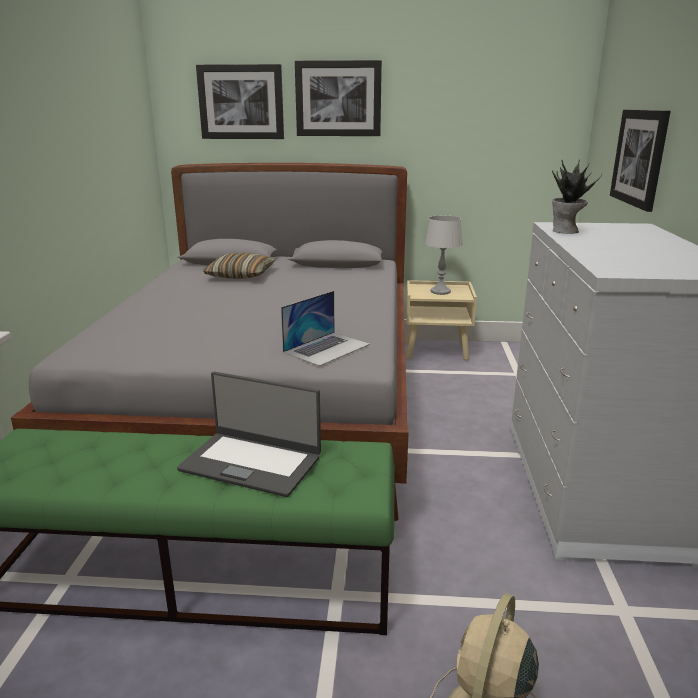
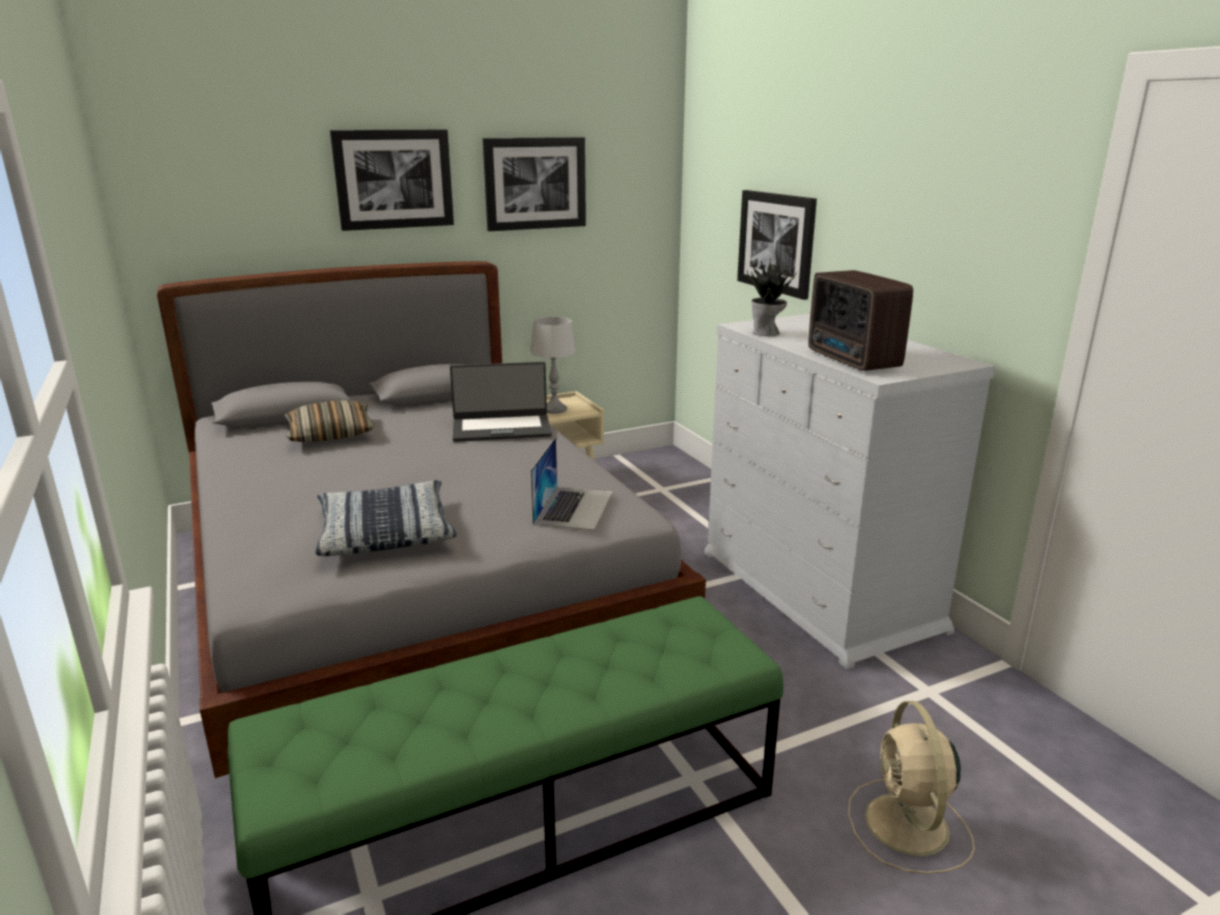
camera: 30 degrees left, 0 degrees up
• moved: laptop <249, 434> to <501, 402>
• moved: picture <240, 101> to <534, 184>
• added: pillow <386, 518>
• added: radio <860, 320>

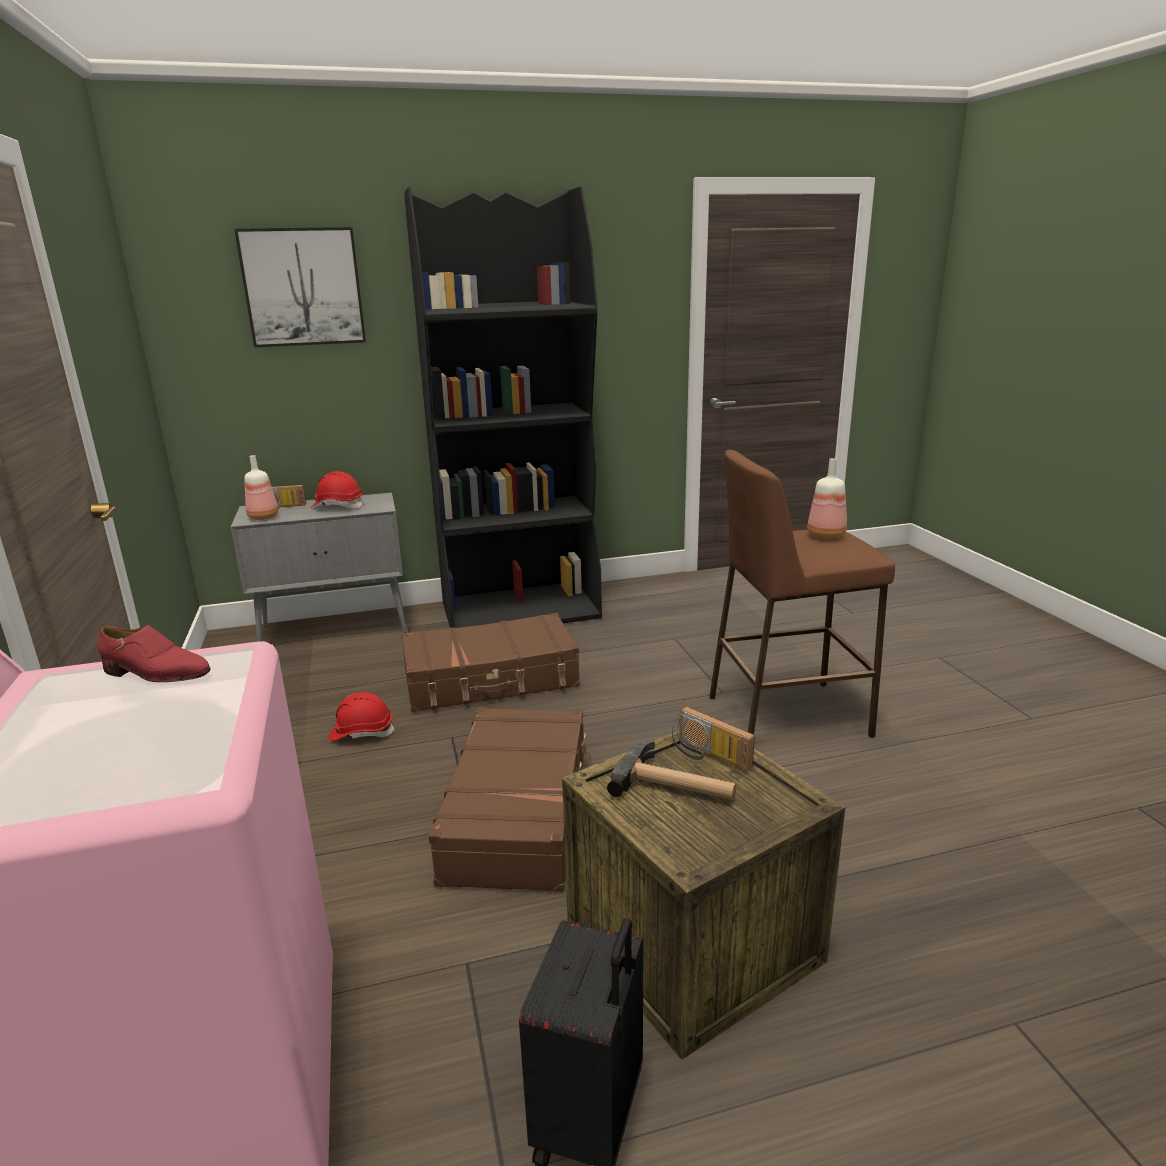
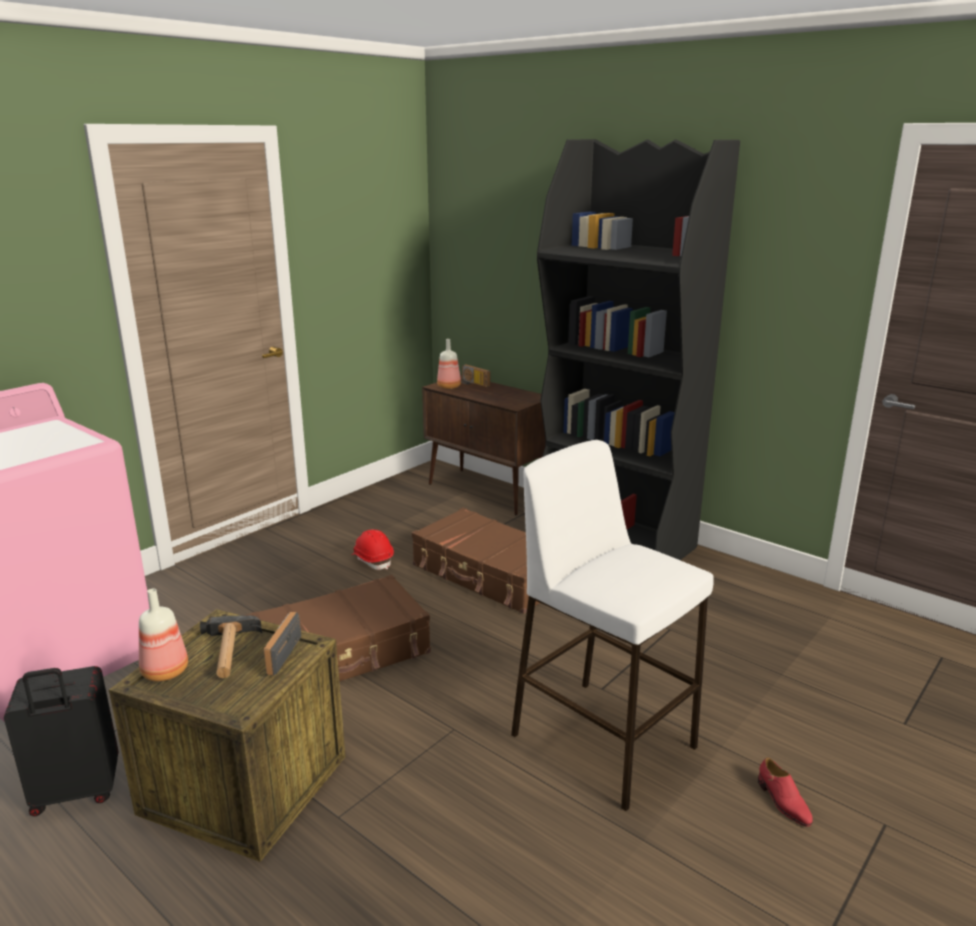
camera: 55 degrees right, 0 degrees up
• moved: shoe/red <154, 653> to <785, 792>
• recoloured: cabinet/grey <319, 567> to cabinet/brown <484, 445>
• removed: picture <300, 287>
• removed: hard hat/red <337, 490>
• recoloured: stool/brown <802, 594> to stool/white <612, 625>
• moved: bottle <827, 498> to <163, 634>

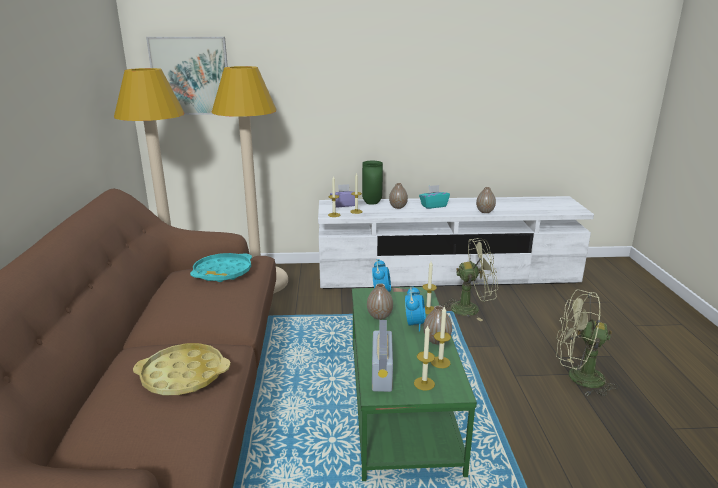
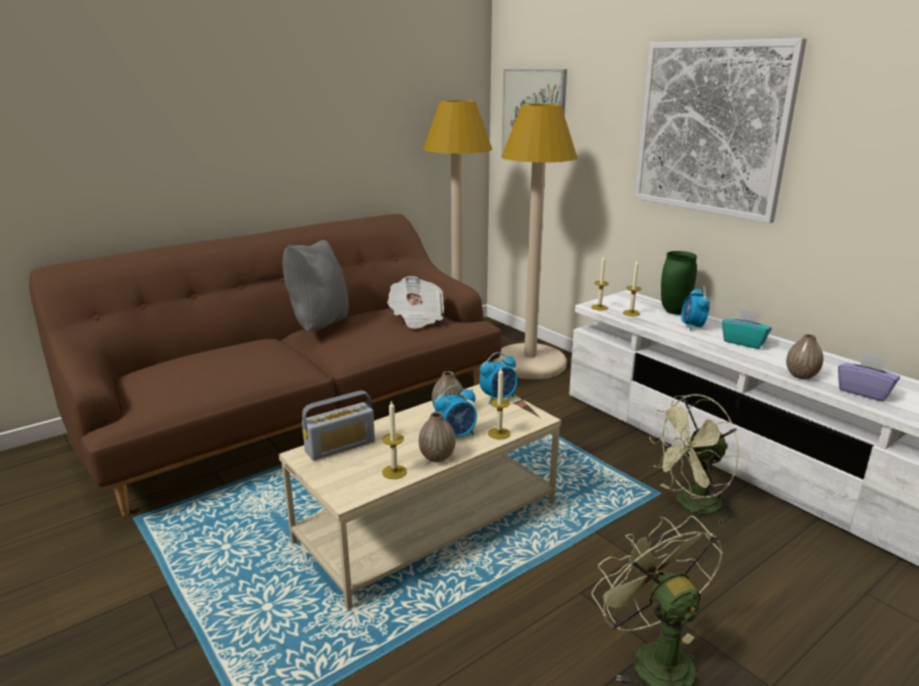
camera: 55 degrees right, 0 degrees up
• removed: tray/yellow <182, 369>
• replaced: tray/turquoise <221, 267> to newspaper <415, 302>
• moved: tissue box/purple <344, 195> to <869, 377>
• recoloured: coffee table/green <414, 384> to coffee table/beige <420, 497>
• replaced: vase <398, 196> to alarm clock <695, 309>
• removed: candle <424, 357>
• turned: fan/green <469, 279> = <694, 459> 105 degrees clockwise
• added: pillow/grey <316, 286>
• added: picture <720, 130>

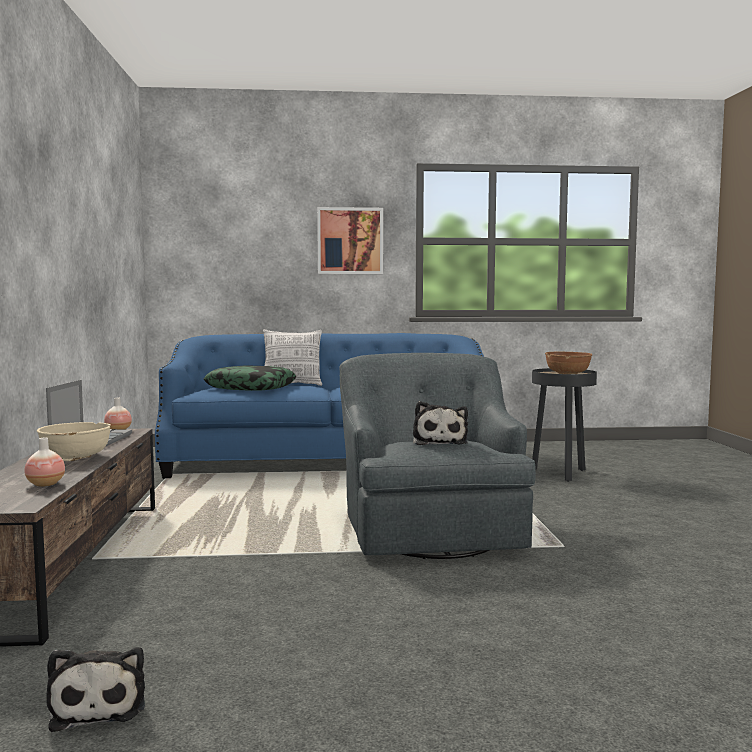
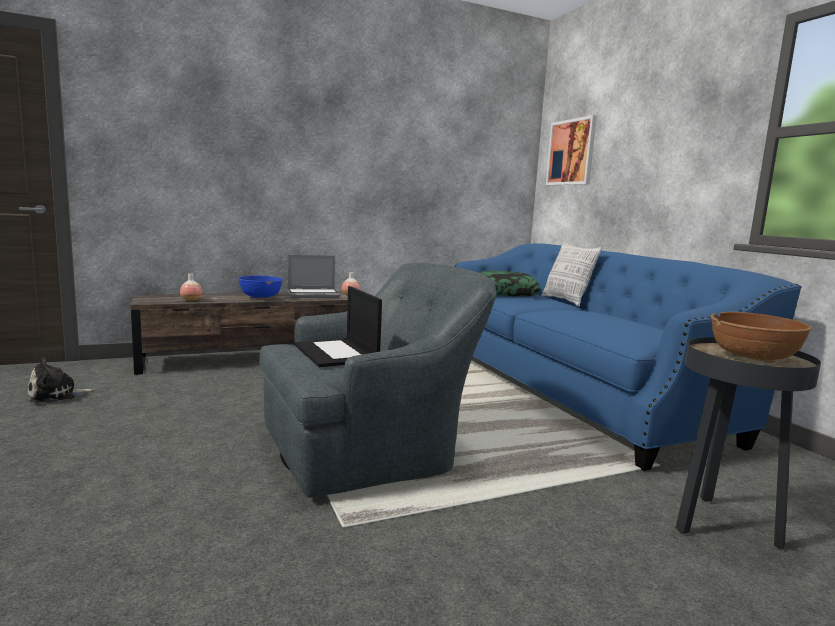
camera: 70 degrees right, 5 degrees up
• recoloured: bowl/beige <74, 441> to bowl/blue <260, 287>
• moved: picture <350, 240> to <571, 150>
• replaced: plush toy <440, 423> to laptop <338, 326>

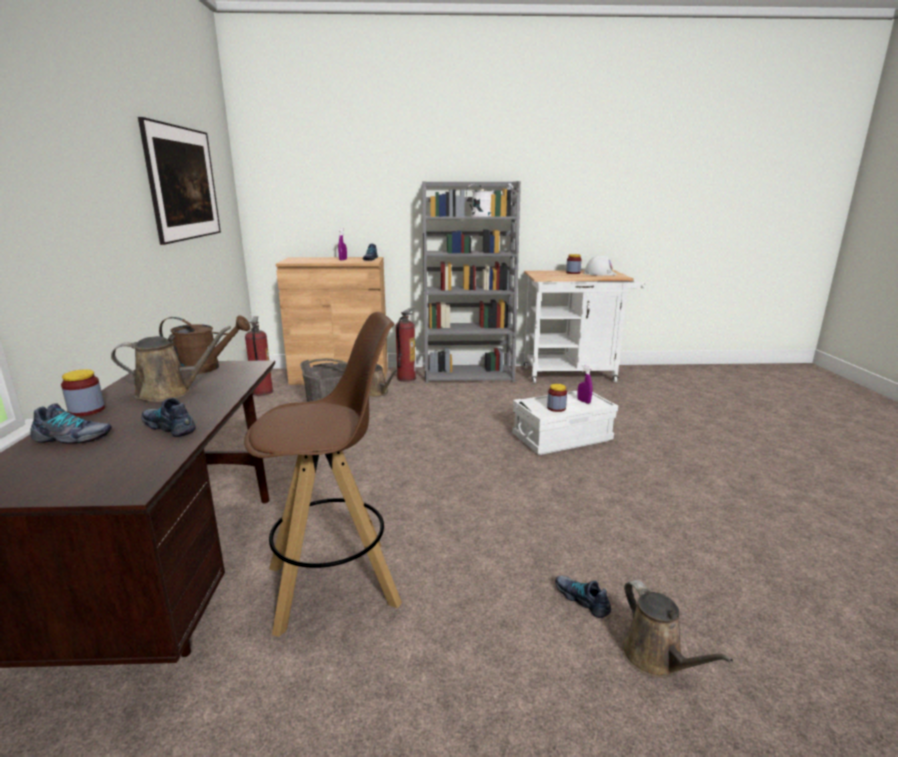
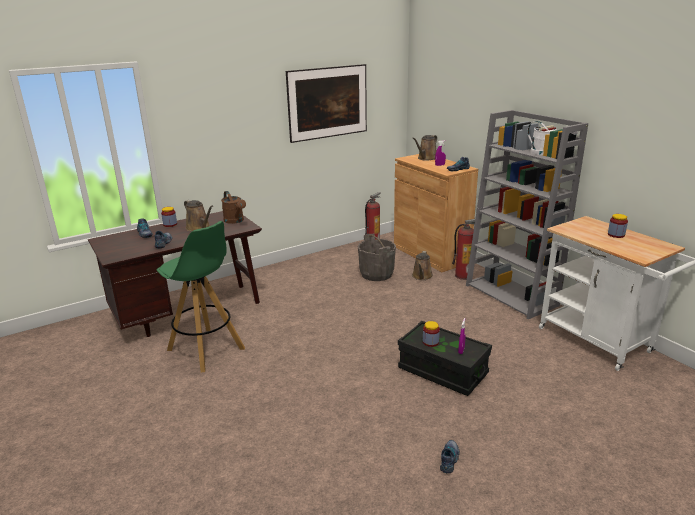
camera: 60 degrees right, 5 degrees up
• recoloured: stool/brown <323, 474> to stool/green <201, 296>
• recoloured: storage box/white <565, 422> to storage box/black <445, 358>
• moved: shoe <583, 597> to <450, 456>
• removed: hard hat/white <600, 265>
• moved: watering can/brown <677, 629> to <425, 148>

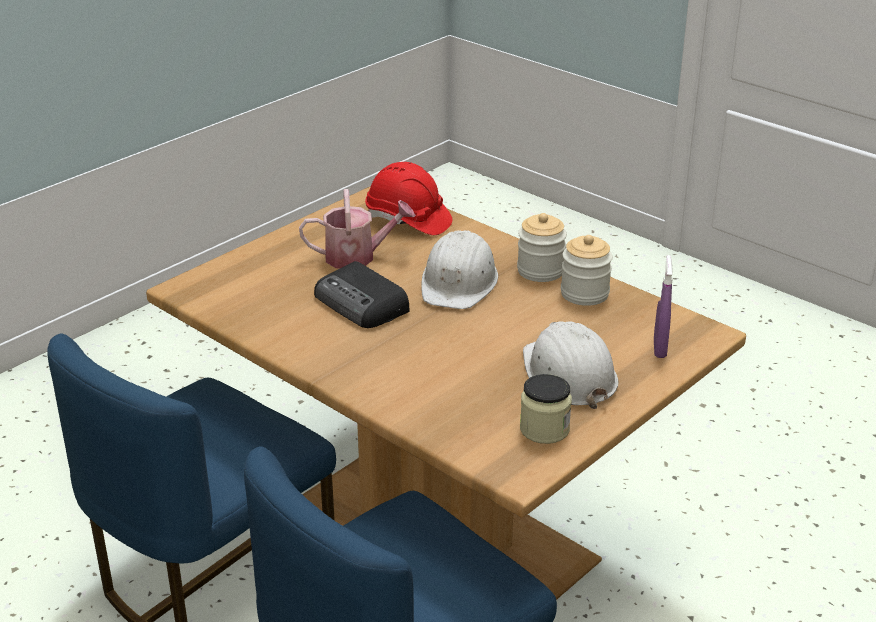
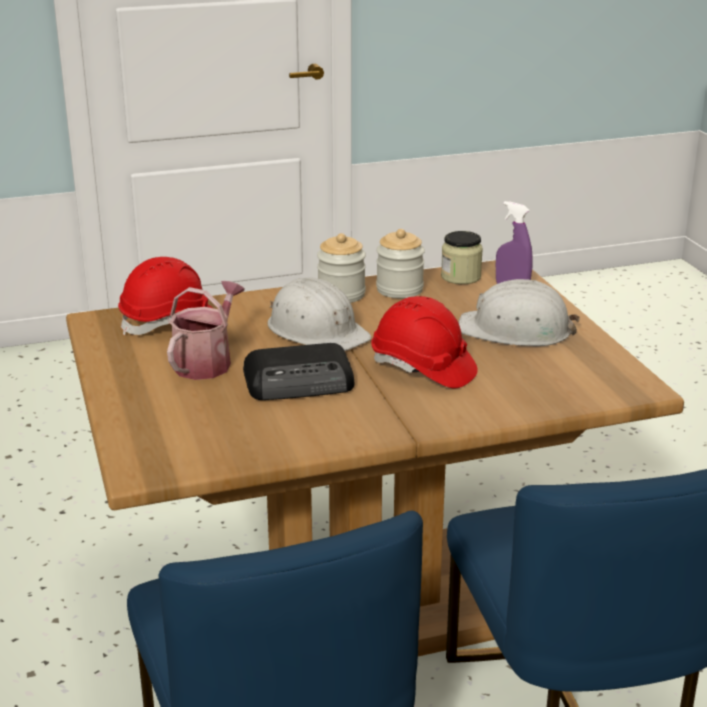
camera: 60 degrees left, 5 degrees down
• moved: jar <546, 409> to <462, 257>
• added: hard hat/red <424, 342>

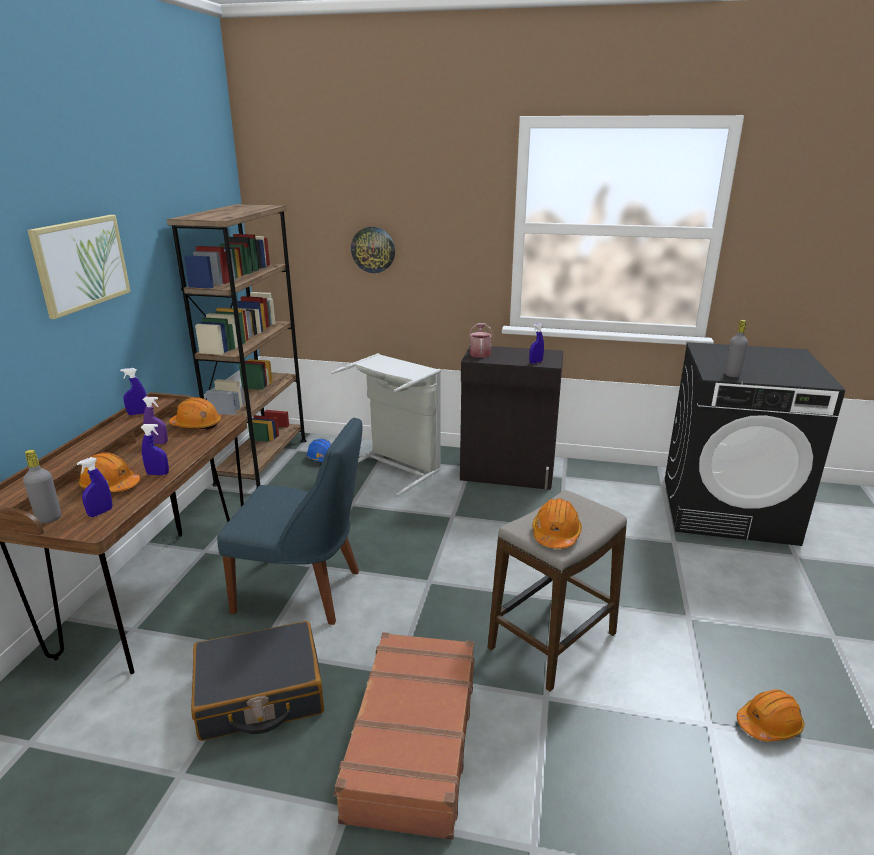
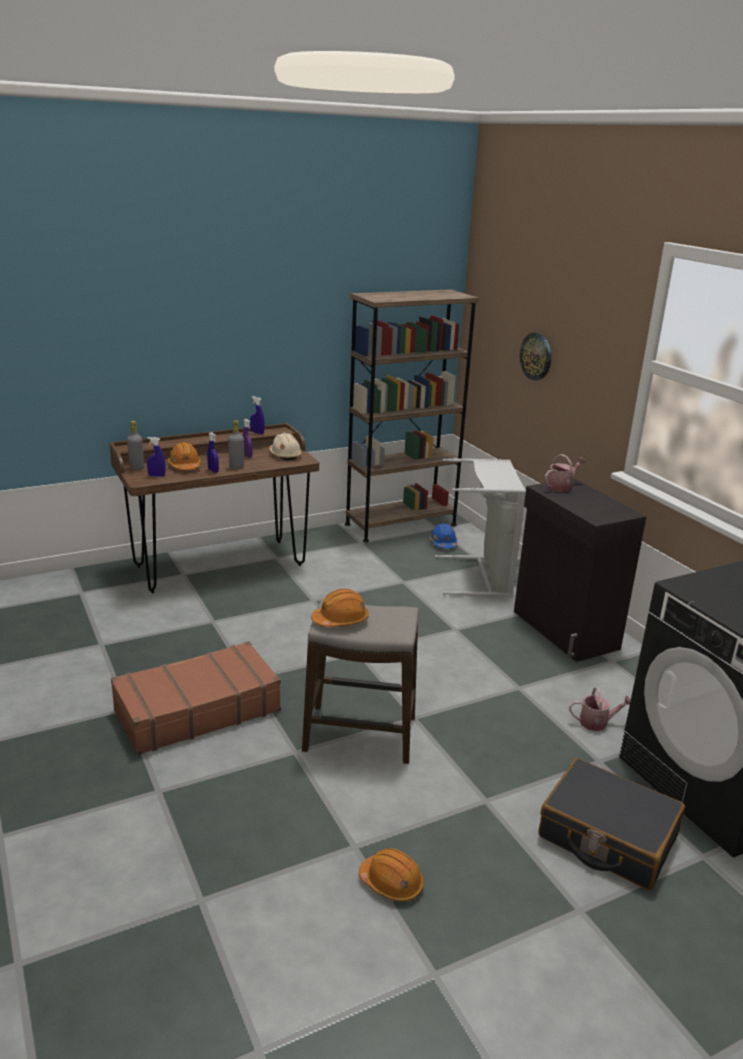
camera: 50 degrees right, 0 degrees up
• removed: picture <79, 267>
• recoloured: hard hat/orange <195, 413> to hard hat/beige <285, 446>
• moved: suitcase/black <257, 681> to <611, 824>
• removed: chair/blue <289, 521>
• removed: spray bottle/blue <536, 343>
• moved: bottle/grey <736, 348> to <236, 444>
• added: watering can <600, 709>

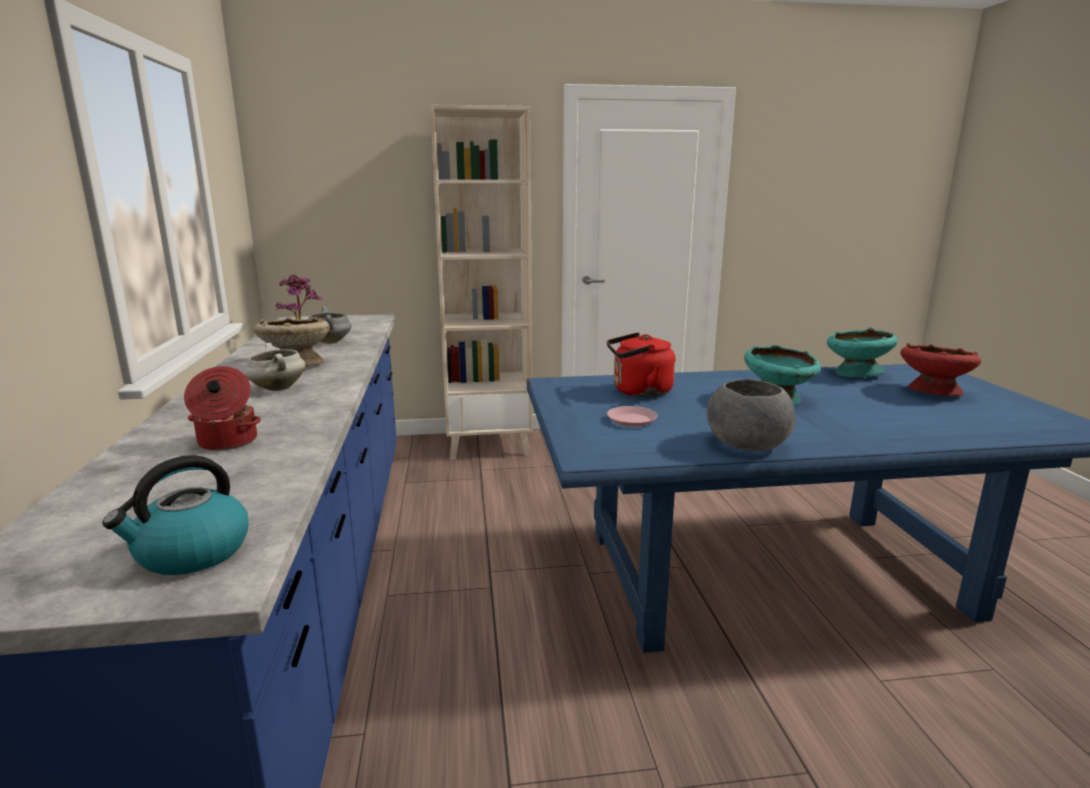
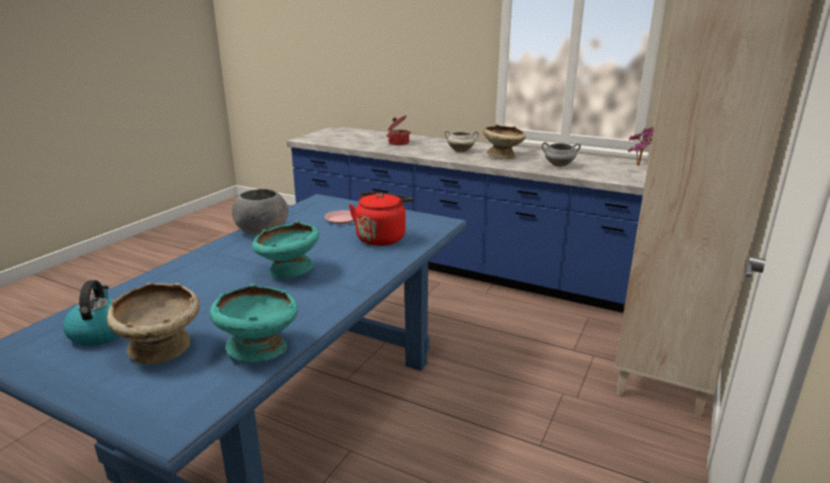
camera: 125 degrees right, 5 degrees up
• moved: kettle <175, 515> to <91, 313>
• recoloured: bowl/red <940, 369> to bowl/beige <153, 323>

